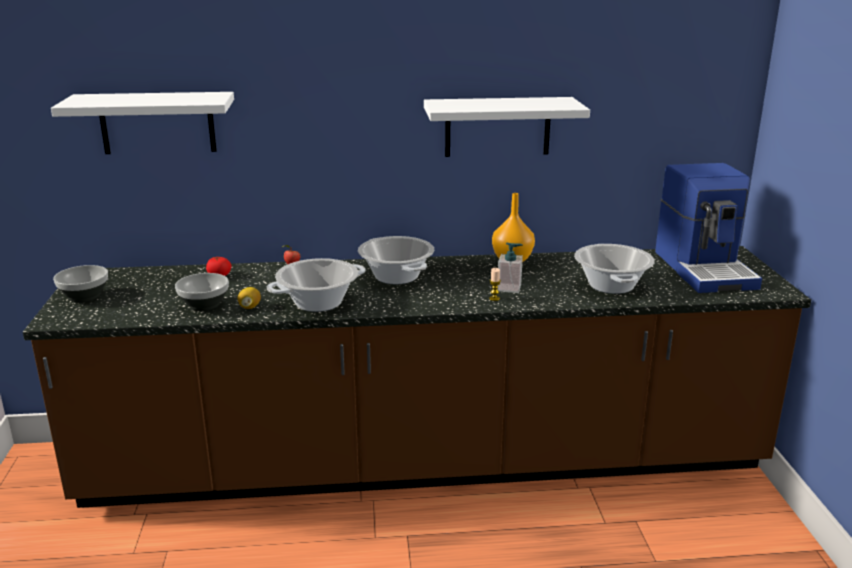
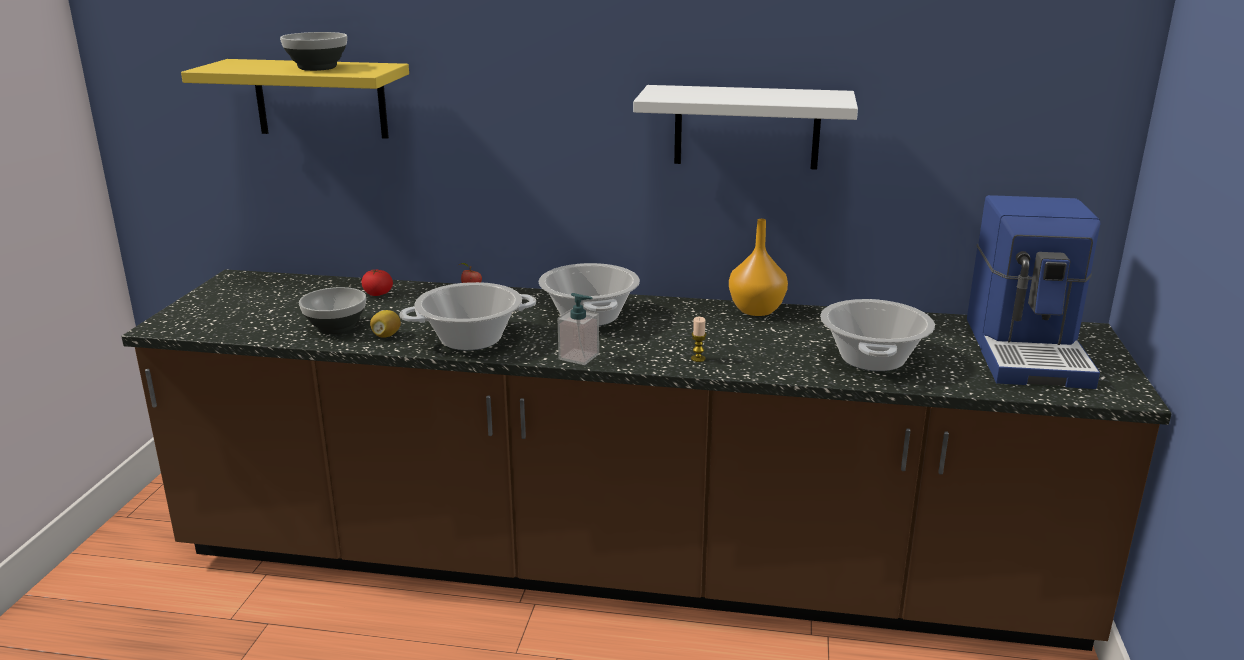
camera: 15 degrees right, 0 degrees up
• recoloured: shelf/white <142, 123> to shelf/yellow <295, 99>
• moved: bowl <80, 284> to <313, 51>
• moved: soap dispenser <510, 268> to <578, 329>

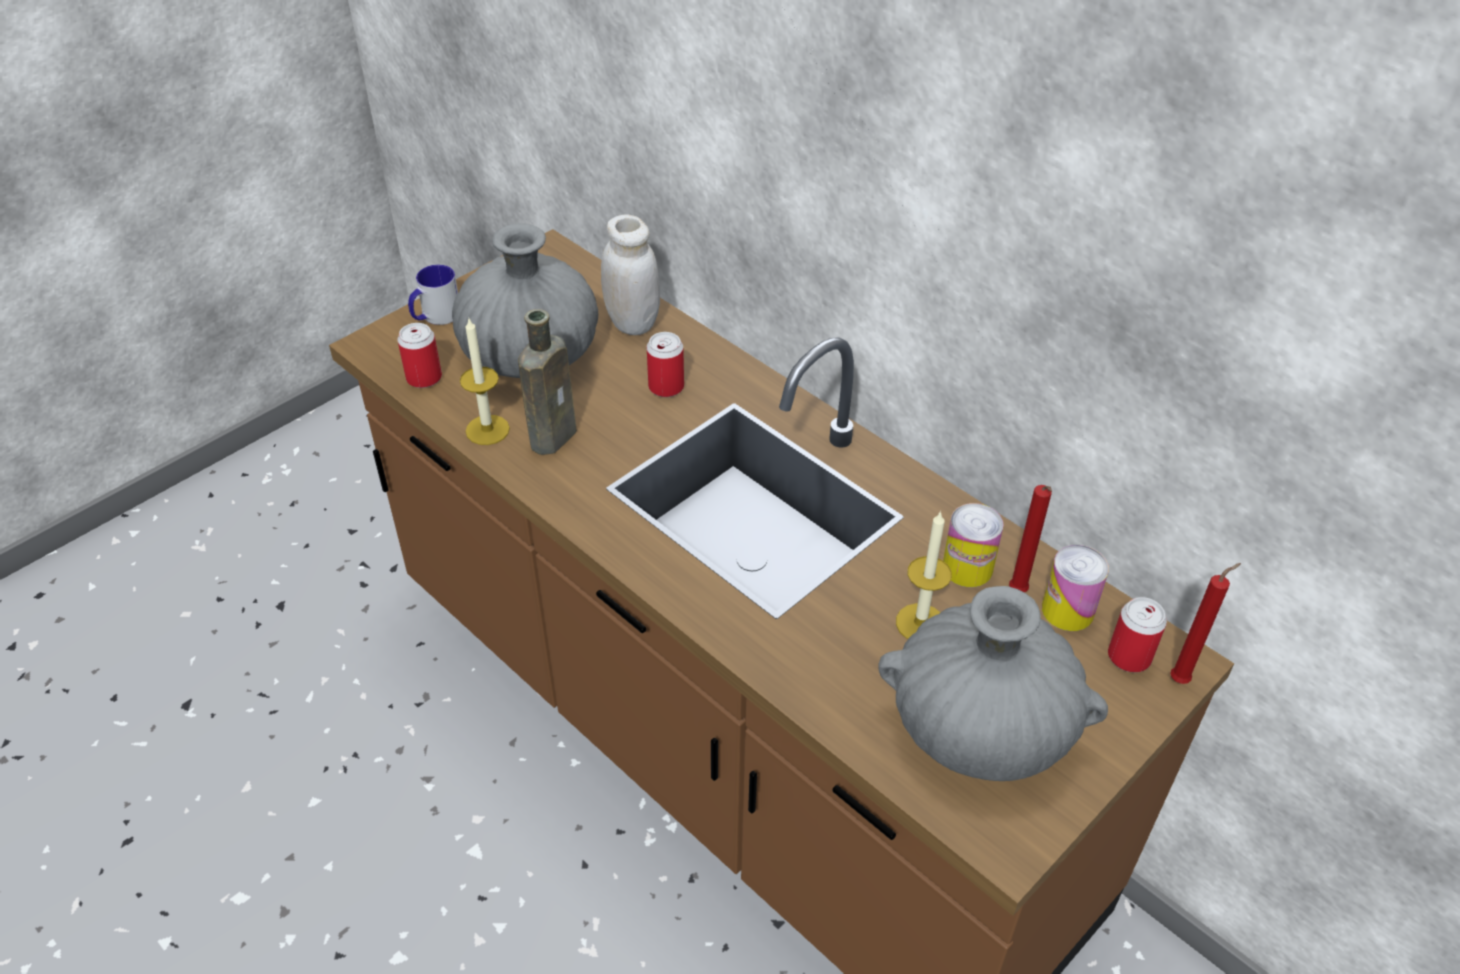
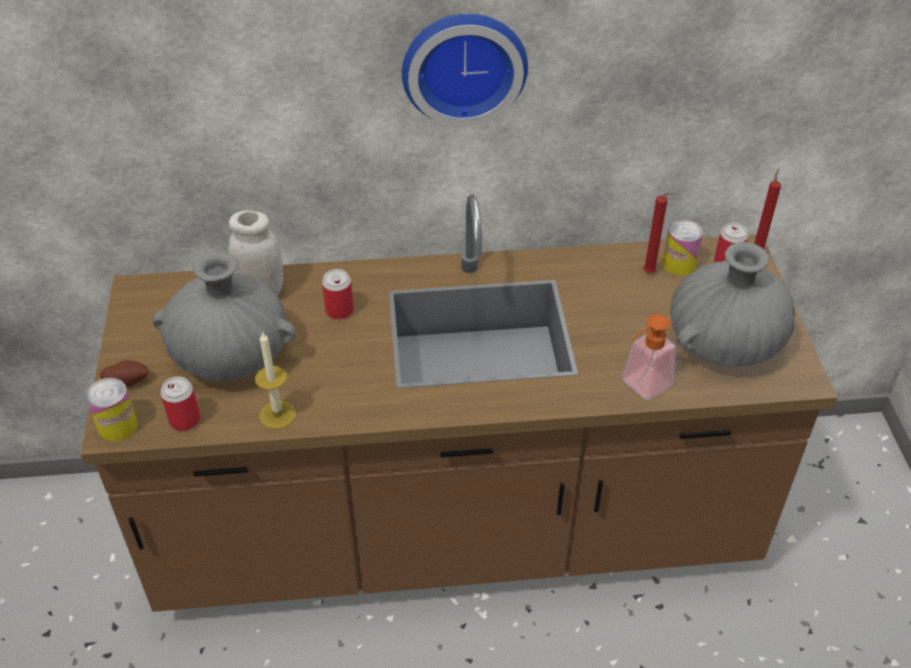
camera: 50 degrees left, 0 degrees up
• replaced: mug <433, 295> to potato <124, 373>
• removed: bottle/brown <547, 382>
• removed: candle <924, 575>
• moved: can <973, 545> to <112, 410>
• added: wall clock <465, 70>
• added: soap dispenser <649, 357>

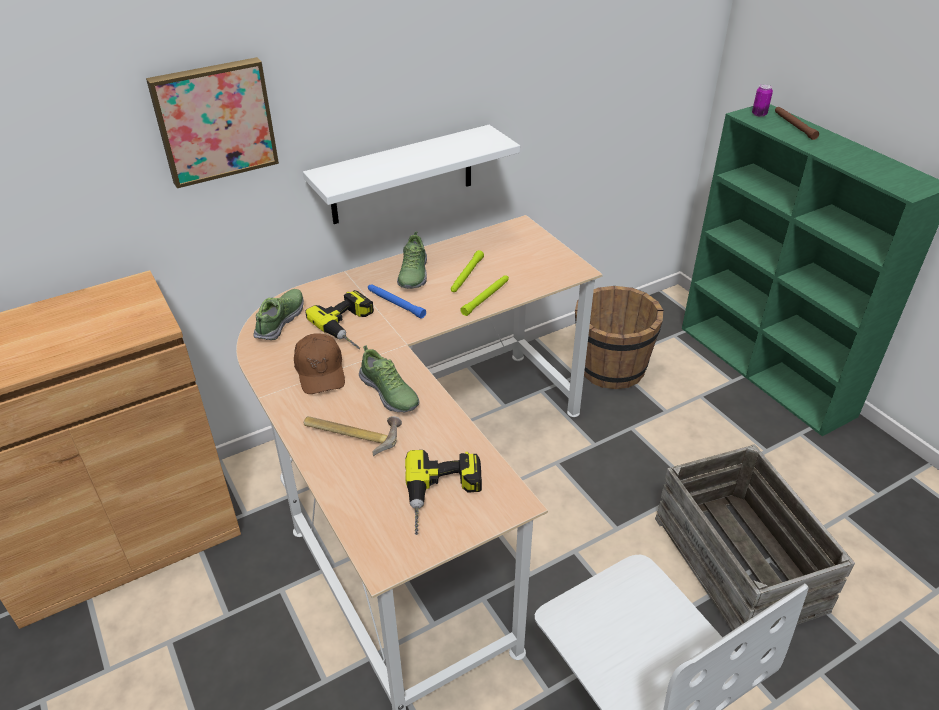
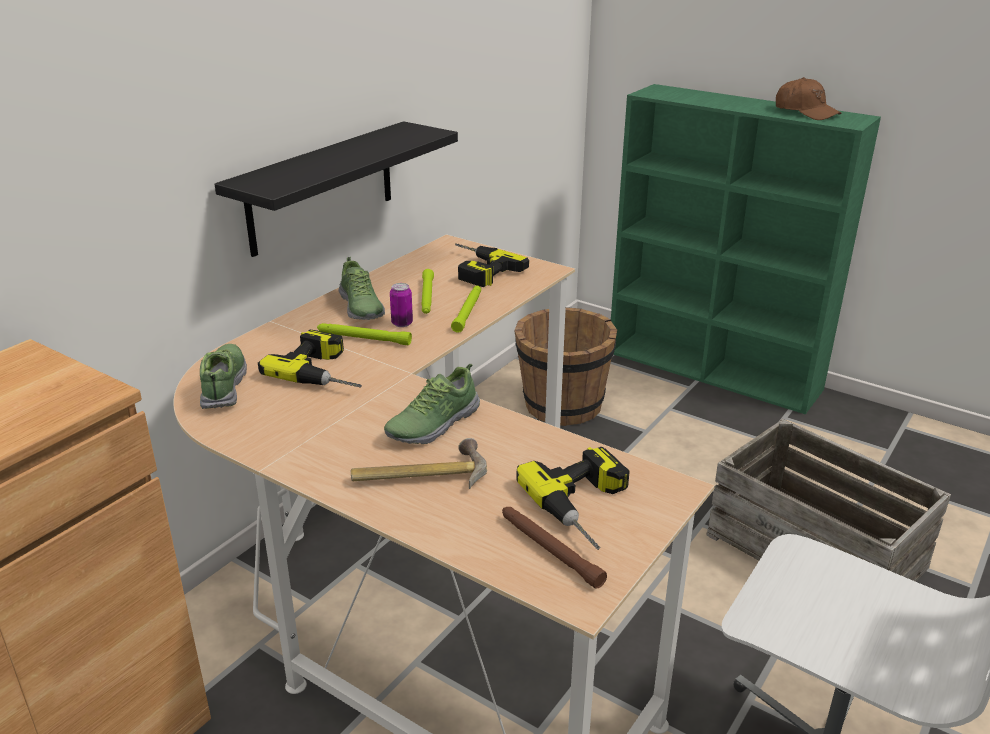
camera: 25 degrees left, 10 degrees down
• removed: picture <212, 122>
• moved: cap/brown <319, 364> to <809, 98>
• recoloured: shelf/white <411, 174> to shelf/black <336, 189>
• turned: shoe <389, 379> = <432, 404> 105 degrees clockwise
• recoloured: flashlight/blue <397, 302> to flashlight/green <364, 334>
• moved: can <762, 100> to <401, 305>
• moved: flashlight/brown <797, 123> to <554, 547>
• added: power drill <492, 265>

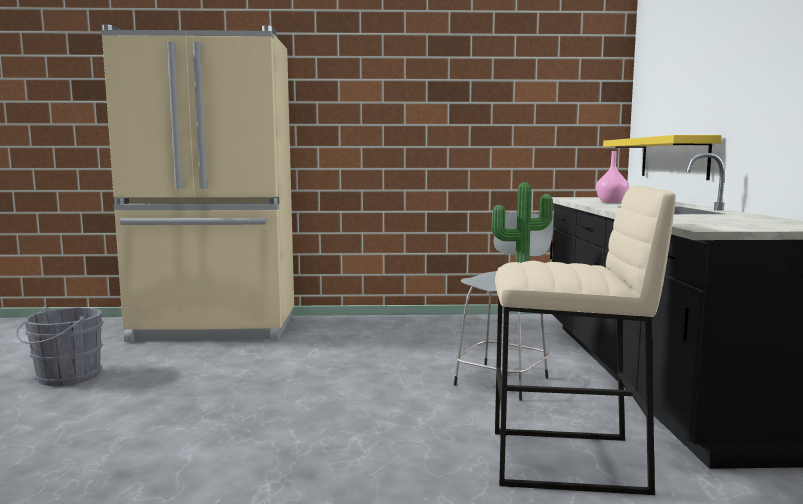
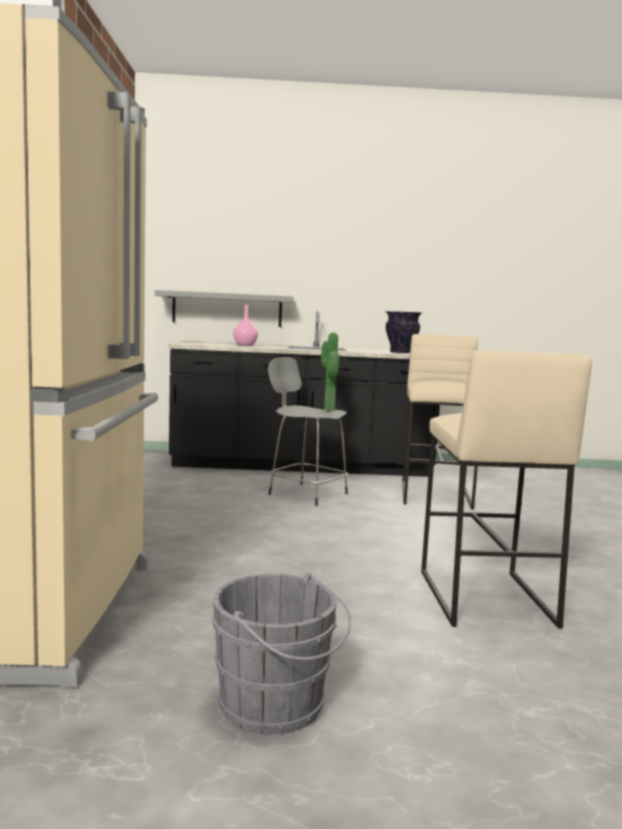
camera: 90 degrees left, 0 degrees up
• recoloured: shelf/yellow <662, 157> to shelf/grey <224, 308>
• added: vase <403, 332>
• added: stool/beige <506, 490>

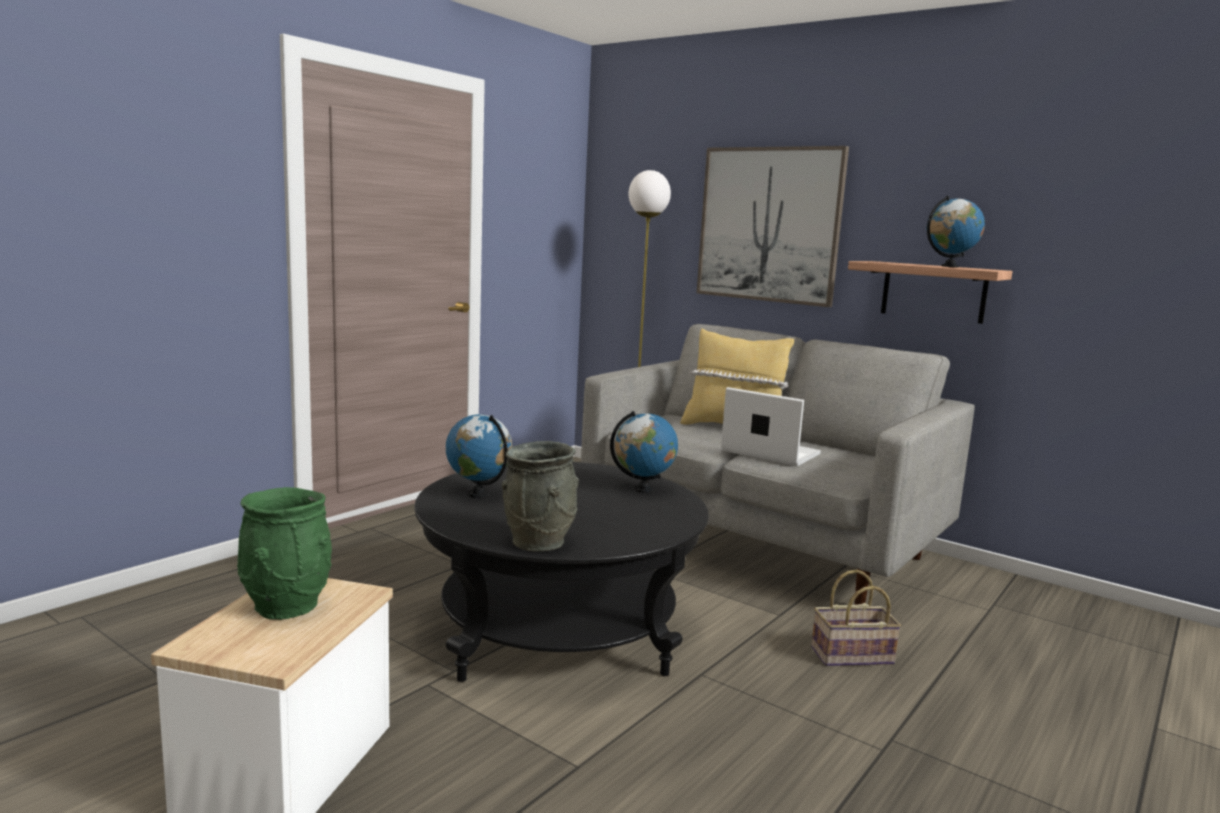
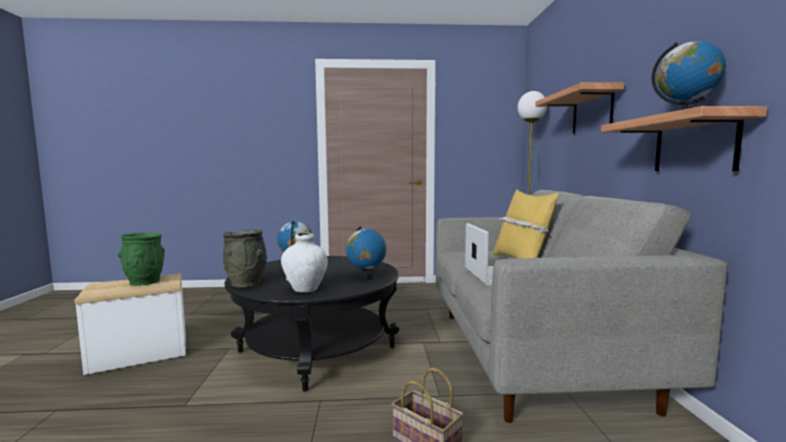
camera: 50 degrees right, 5 degrees down
• replaced: picture <773, 226> to shelf <579, 108>
• added: vase/white <304, 263>

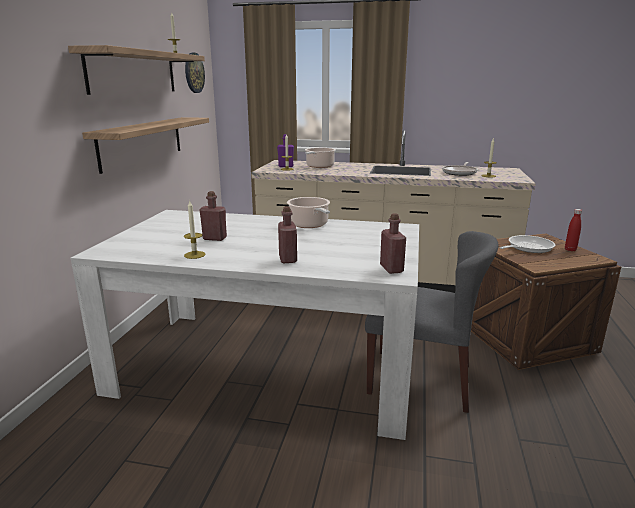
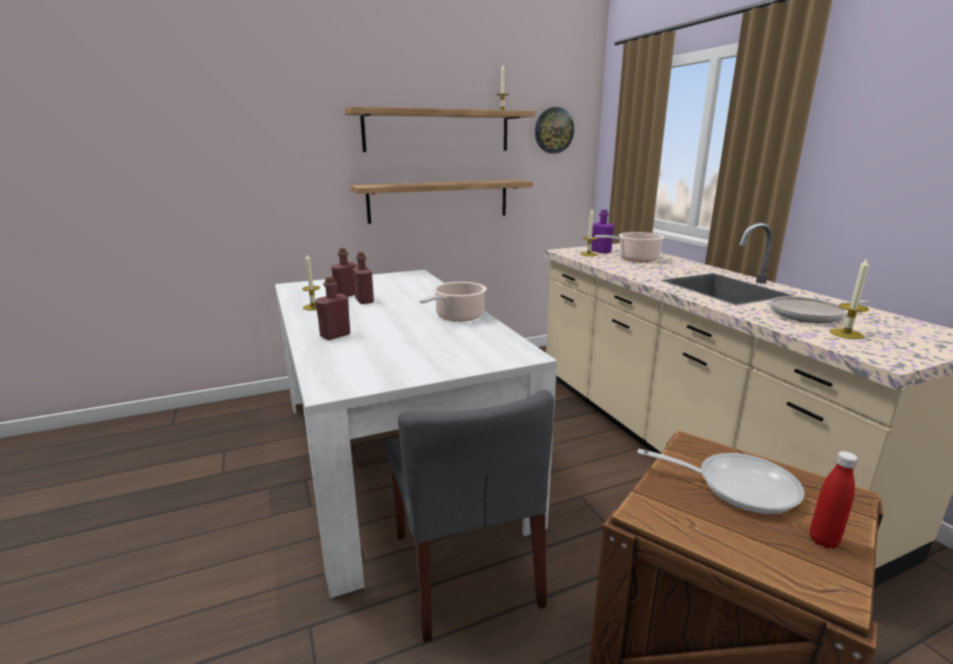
camera: 55 degrees right, 0 degrees up
• moved: bottle/red <393, 243> to <344, 272>

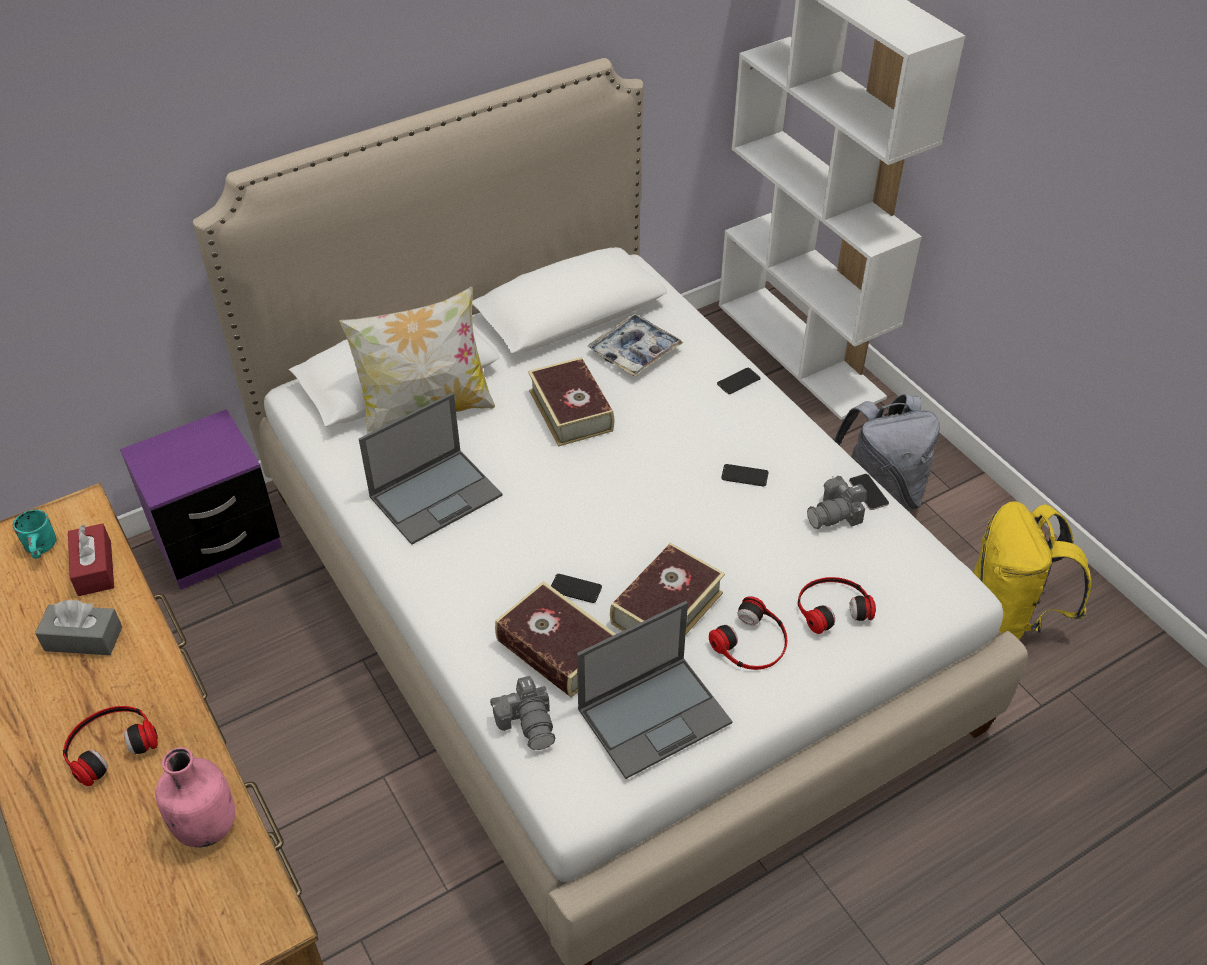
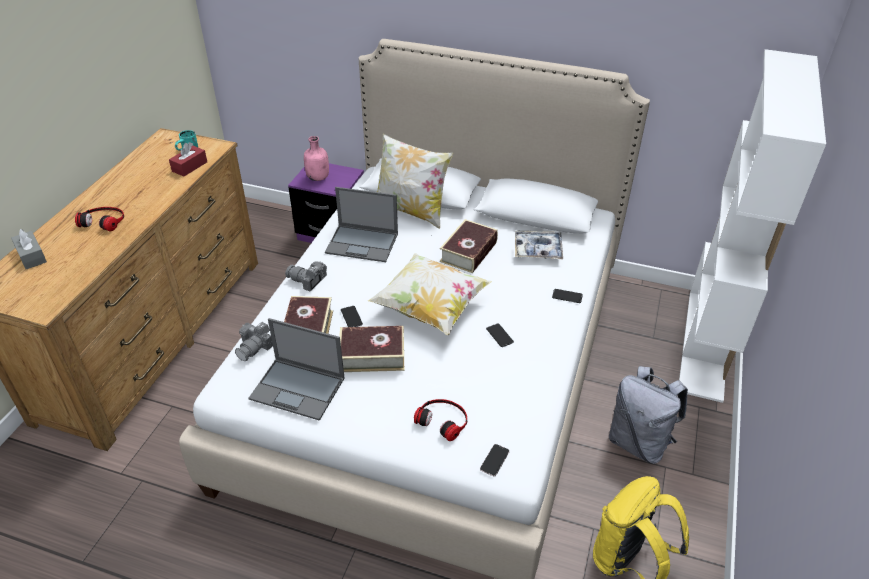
camera: 50 degrees right, 5 degrees down
• moved: tissue box/grey <78, 627> to <29, 249>
• moved: bottle/pink <195, 797> to <316, 158>
• removed: headphones <748, 633>
• moved: photo camera <837, 502> to <306, 276>
• moved: phone <869, 492> to <494, 460>
• added: pillow <430, 294>

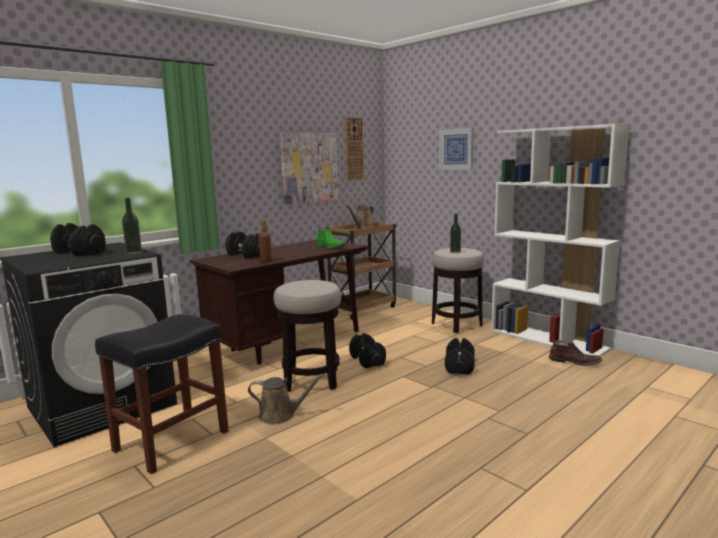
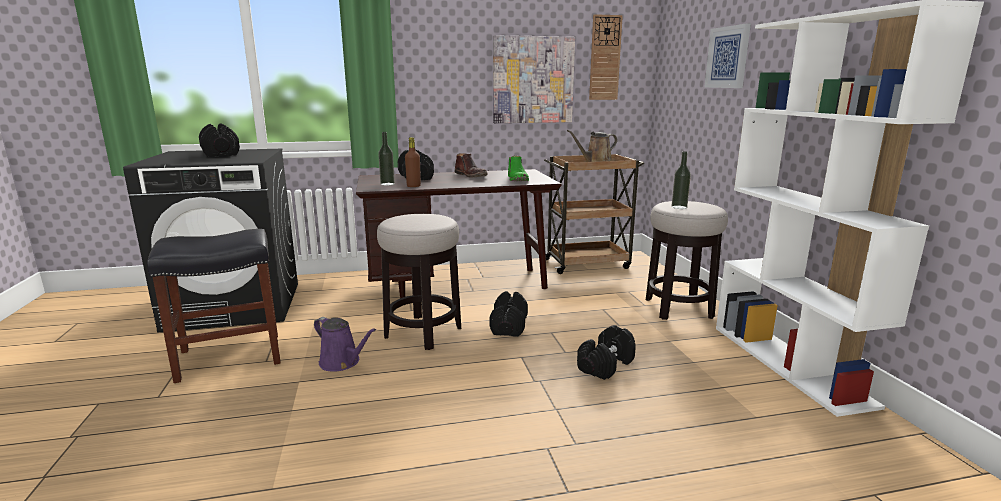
camera: 30 degrees right, 5 degrees up
• moved: bottle <132, 226> to <386, 159>
• recoloured: watering can/brown <286, 399> to watering can/purple <345, 344>
• moved: boot/brown <576, 353> to <471, 165>

